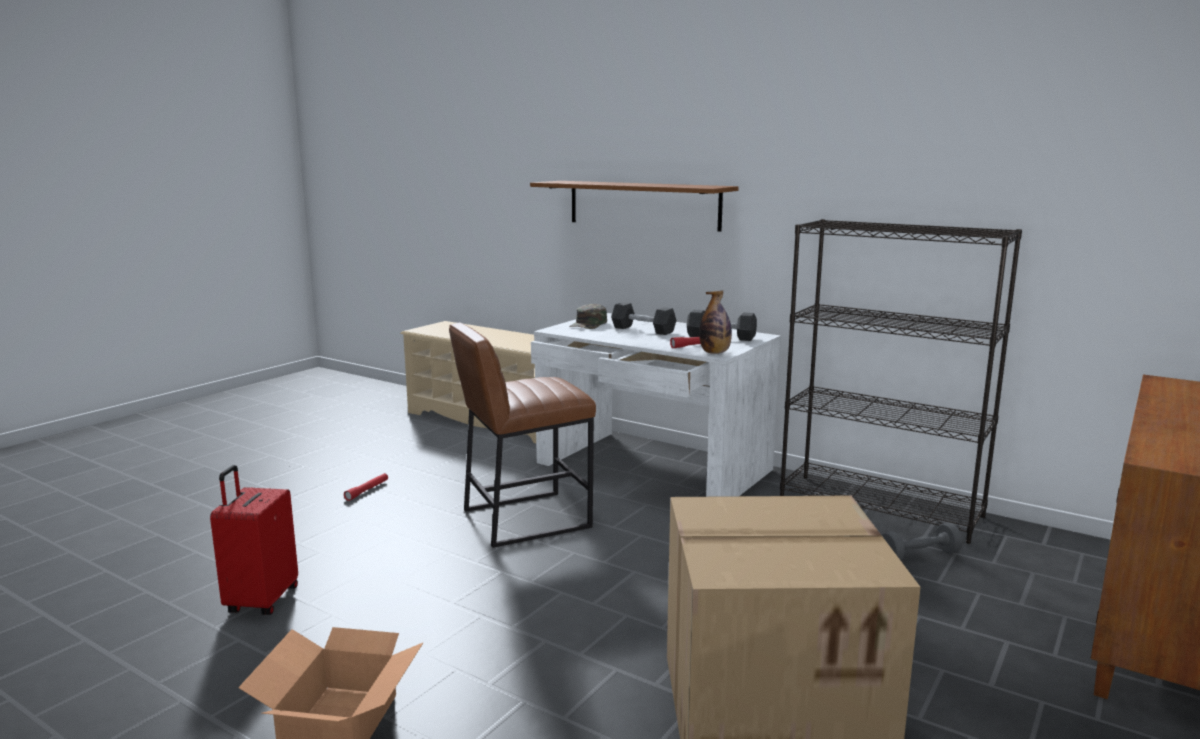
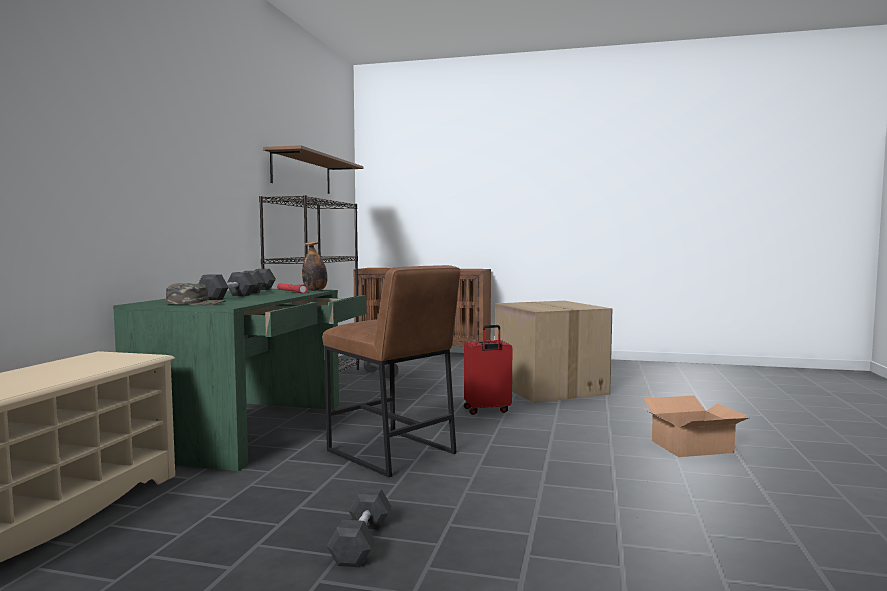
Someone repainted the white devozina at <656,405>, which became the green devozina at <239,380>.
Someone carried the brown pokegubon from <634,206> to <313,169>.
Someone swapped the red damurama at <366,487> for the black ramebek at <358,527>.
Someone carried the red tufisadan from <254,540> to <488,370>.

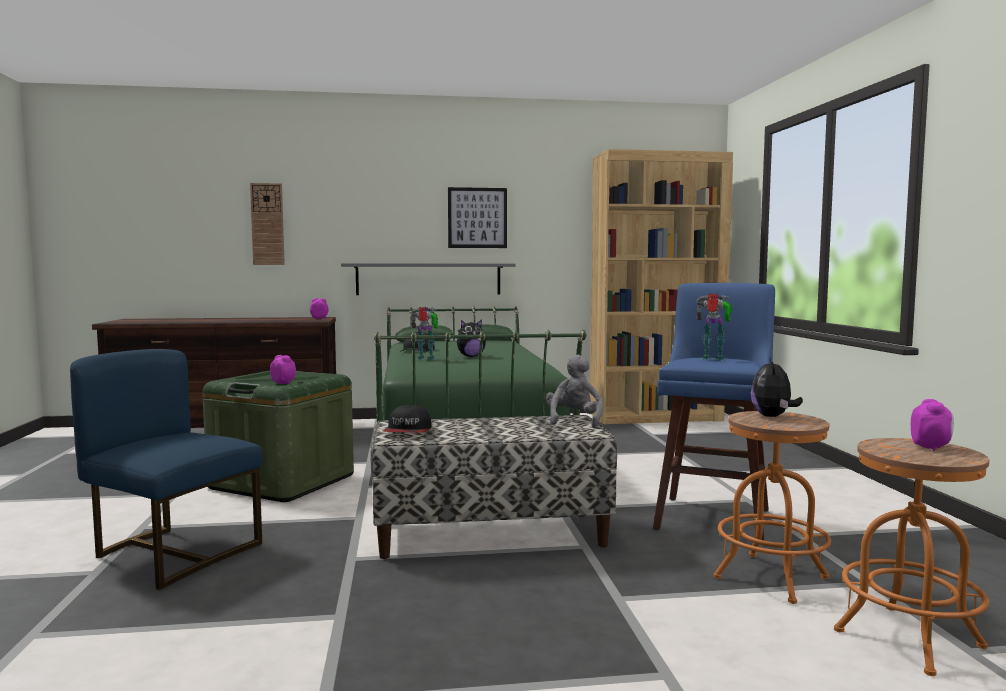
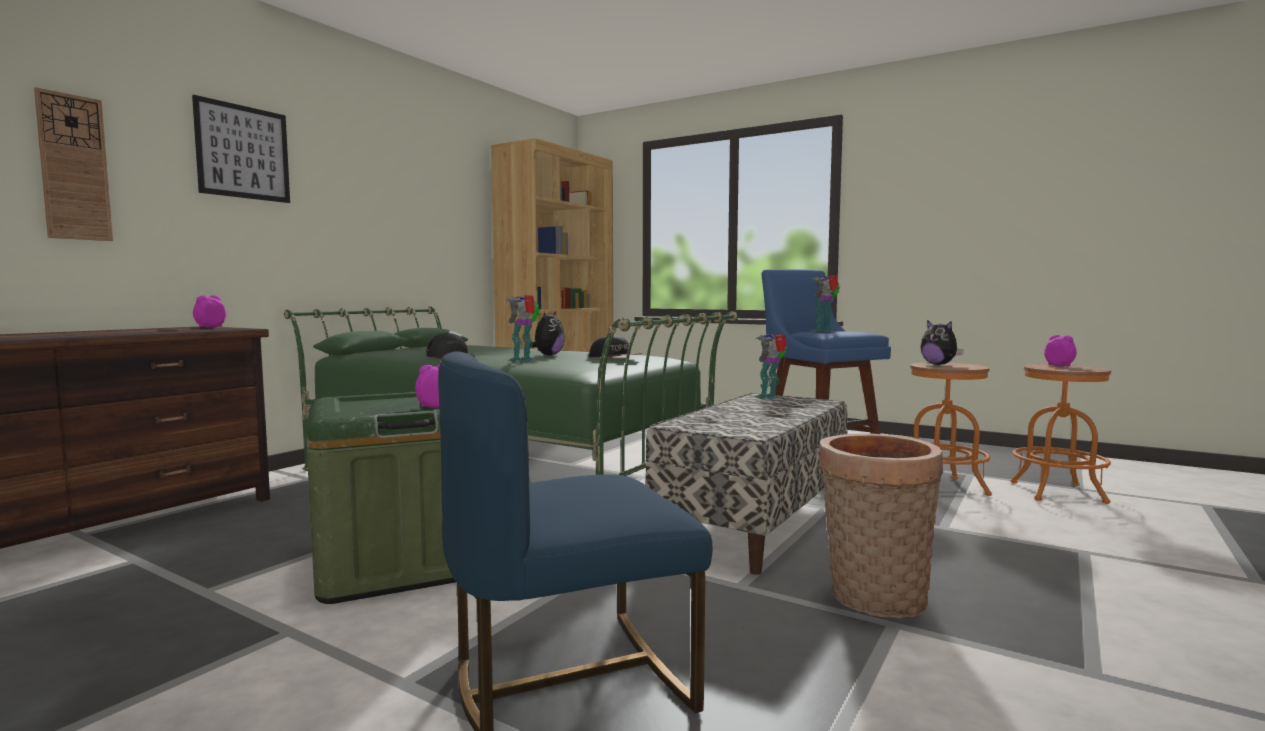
Someone carried the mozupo from <477,217> to <241,149>.
Someone carried the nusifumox from <407,418> to <615,346>.
Someone swapped the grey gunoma at <575,391> for the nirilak at <770,366>.
Someone put down the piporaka at <880,526>.
Someone took away the grey pokegubon at <428,279>.

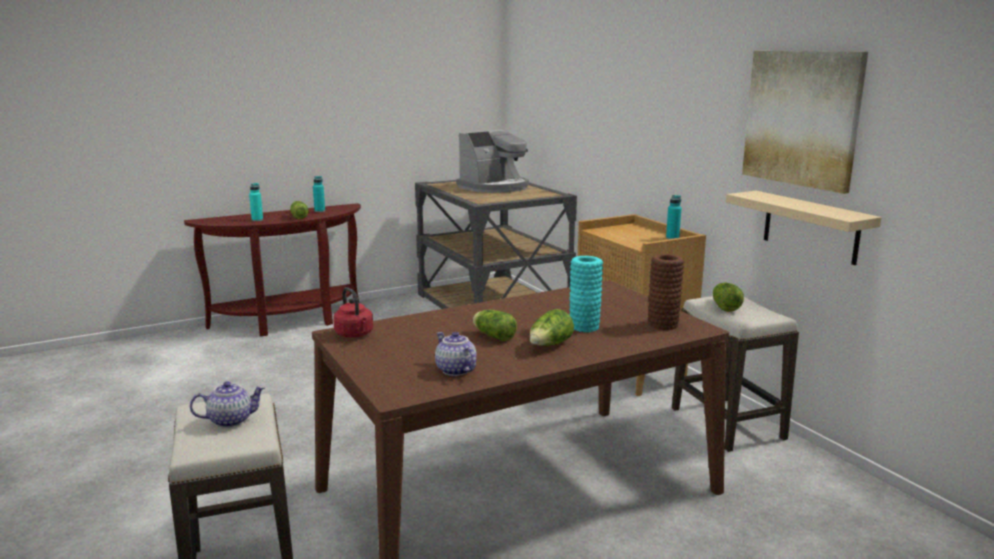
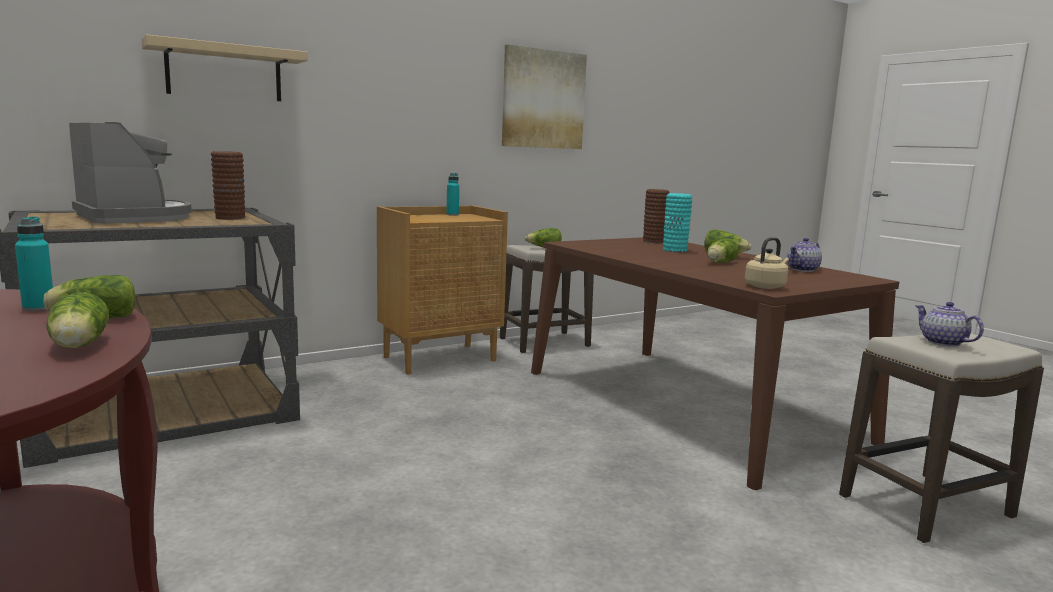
Someone swapped the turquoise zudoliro at <256,202> for the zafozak at <77,320>.
Someone carried the beige pokegubon from <804,228> to <224,67>.
Someone put down the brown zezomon at <228,185>.
Someone repainted the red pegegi at <353,312>, which became the beige pegegi at <767,263>.

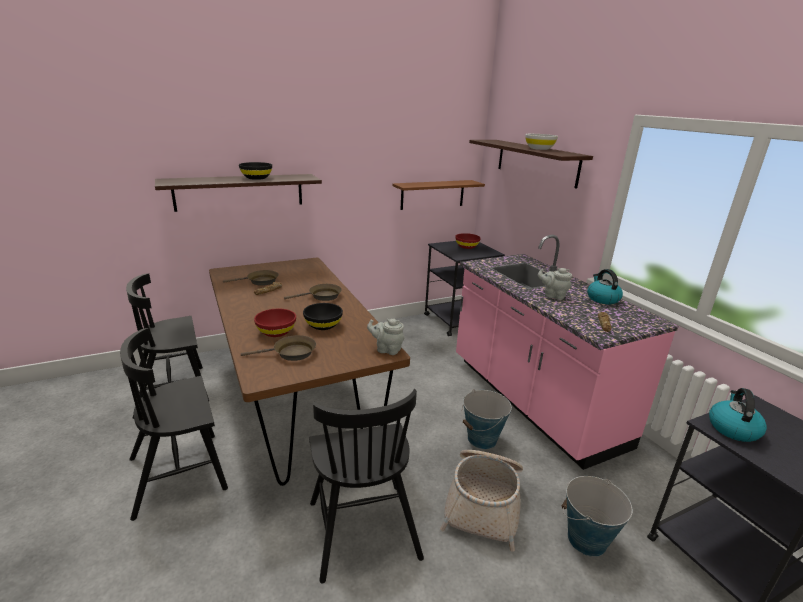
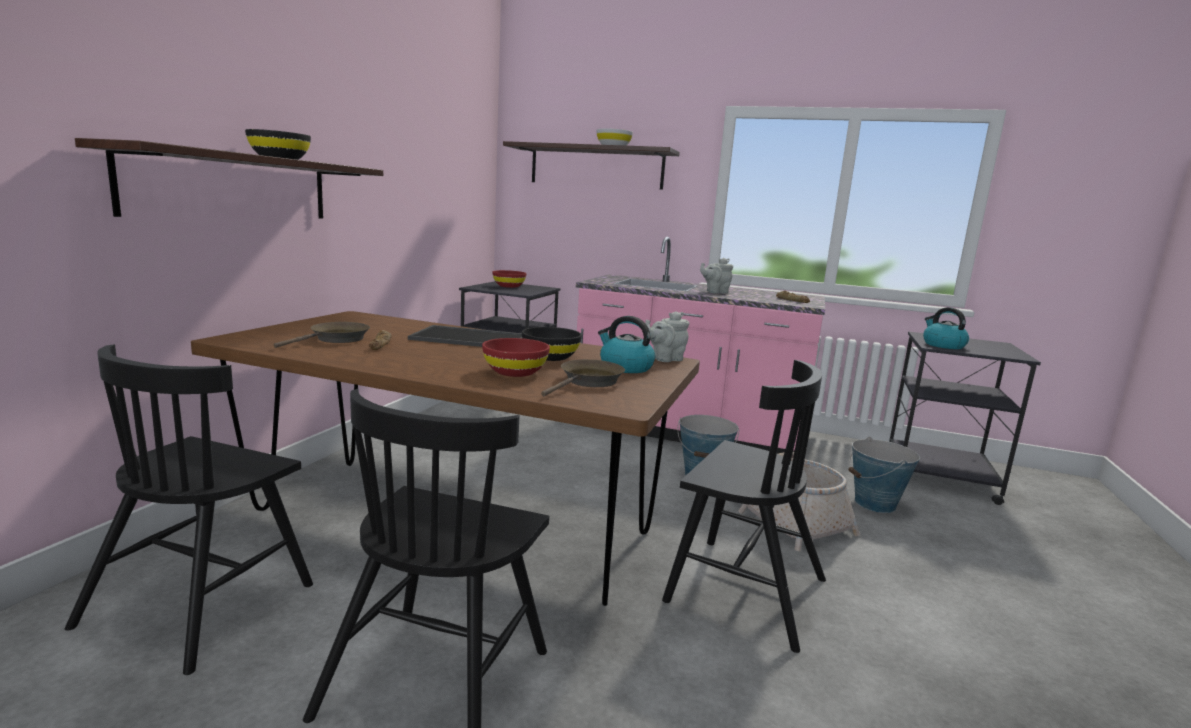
Someone swapped the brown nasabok at <313,292> for the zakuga at <465,336>.
Someone carried the pegegi from <605,286> to <626,344>.
Someone took away the brown pokegubon at <438,195>.

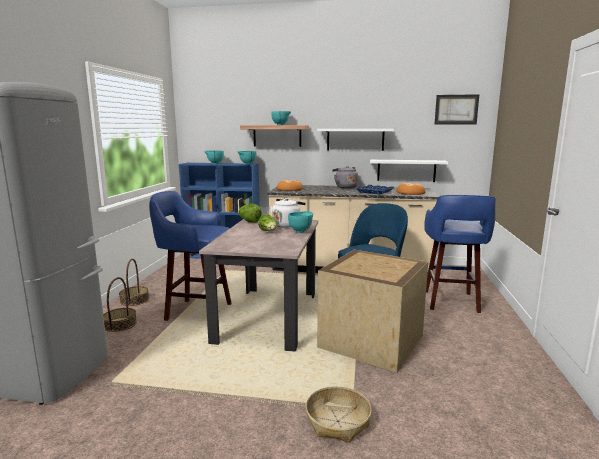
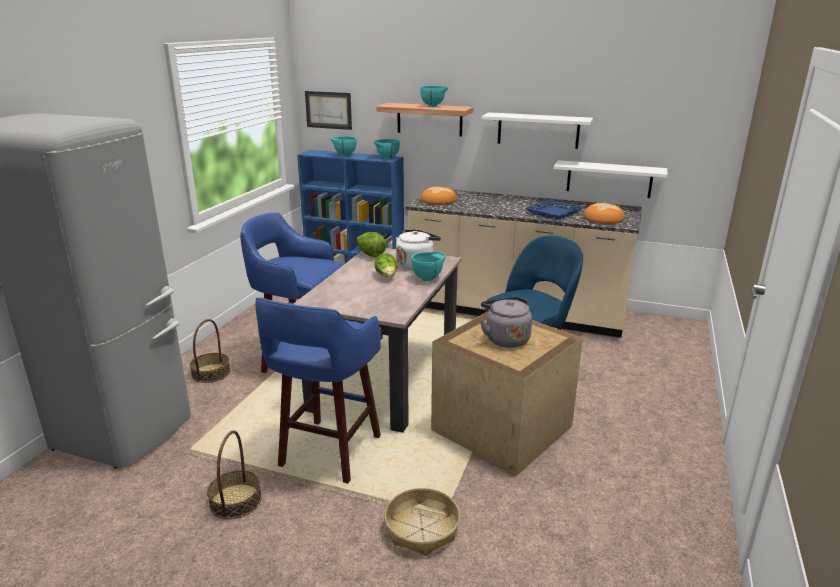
Someone carried the piporaka from <134,282> to <234,474>.
Someone carried the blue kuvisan from <460,254> to <319,390>.
Someone carried the mozupo from <457,109> to <328,110>.
Someone carried the grey pegegi from <345,177> to <506,322>.

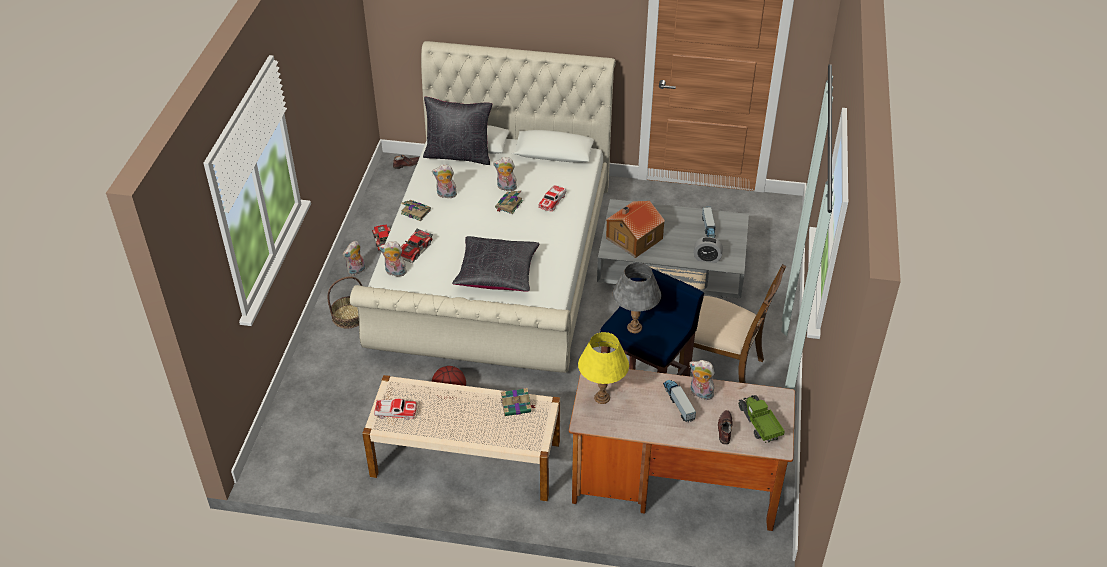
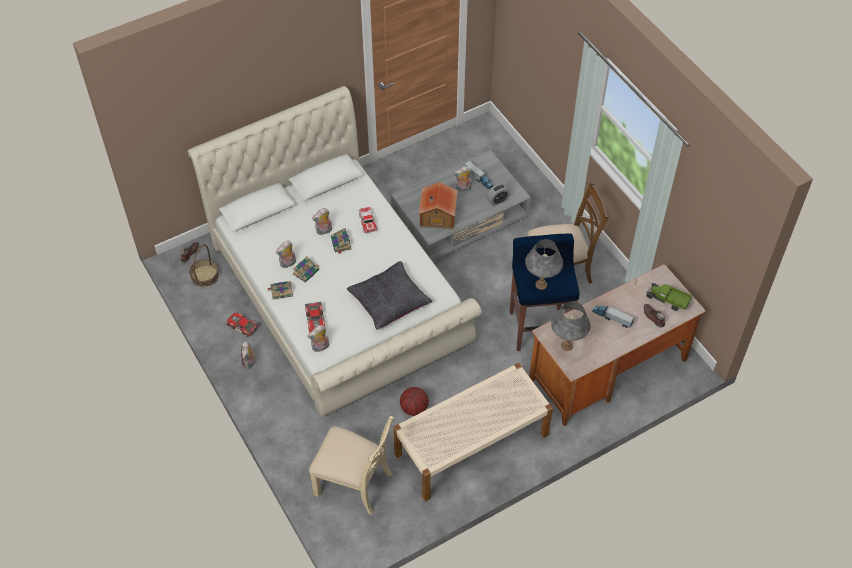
Someone carried the piporaka from <344,303> to <204,265>.
Someone carried the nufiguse from <518,402> to <306,269>.
Someone put down the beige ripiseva at <351,465>.
Someone carried the gunoma from <702,380> to <462,179>.
Someone repainted the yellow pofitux at <603,368>, which became the grey pofitux at <570,326>.
Someone took away the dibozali at <395,409>.
Someone took away the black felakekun at <457,131>.

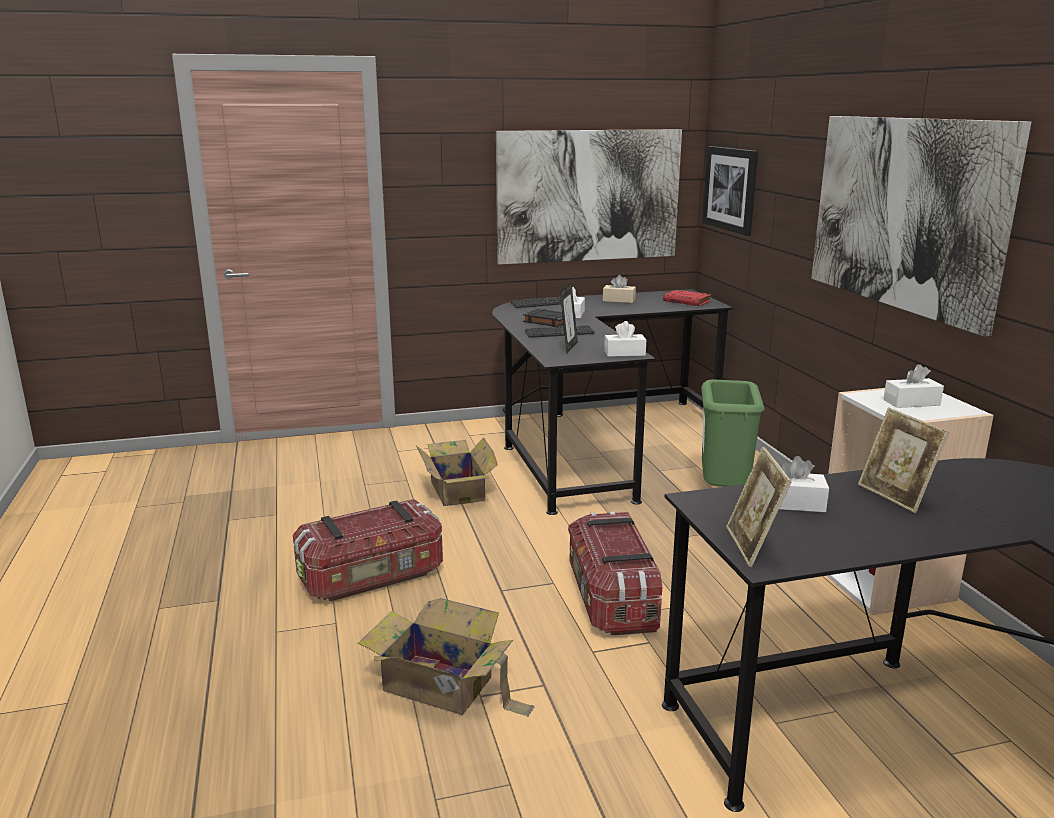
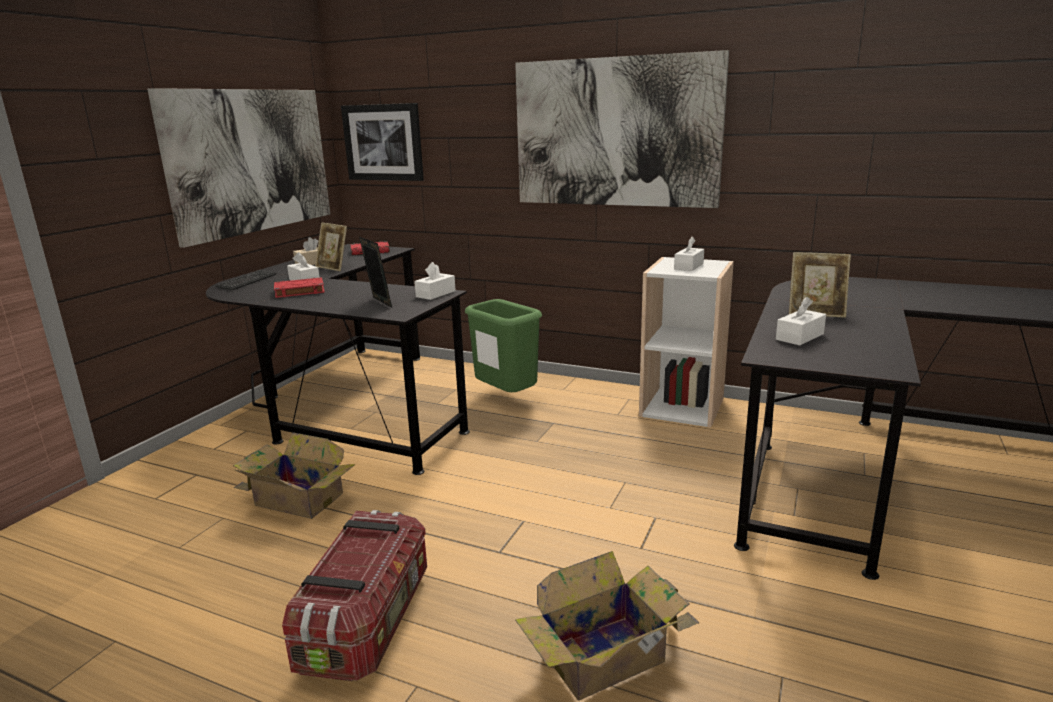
Someone repainted the black nufiguse at <543,318>, which became the red nufiguse at <299,287>.
Someone carried the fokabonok from <759,507> to <331,246>.
Someone took away the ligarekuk at <560,331>.
Someone took away the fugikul at <615,573>.

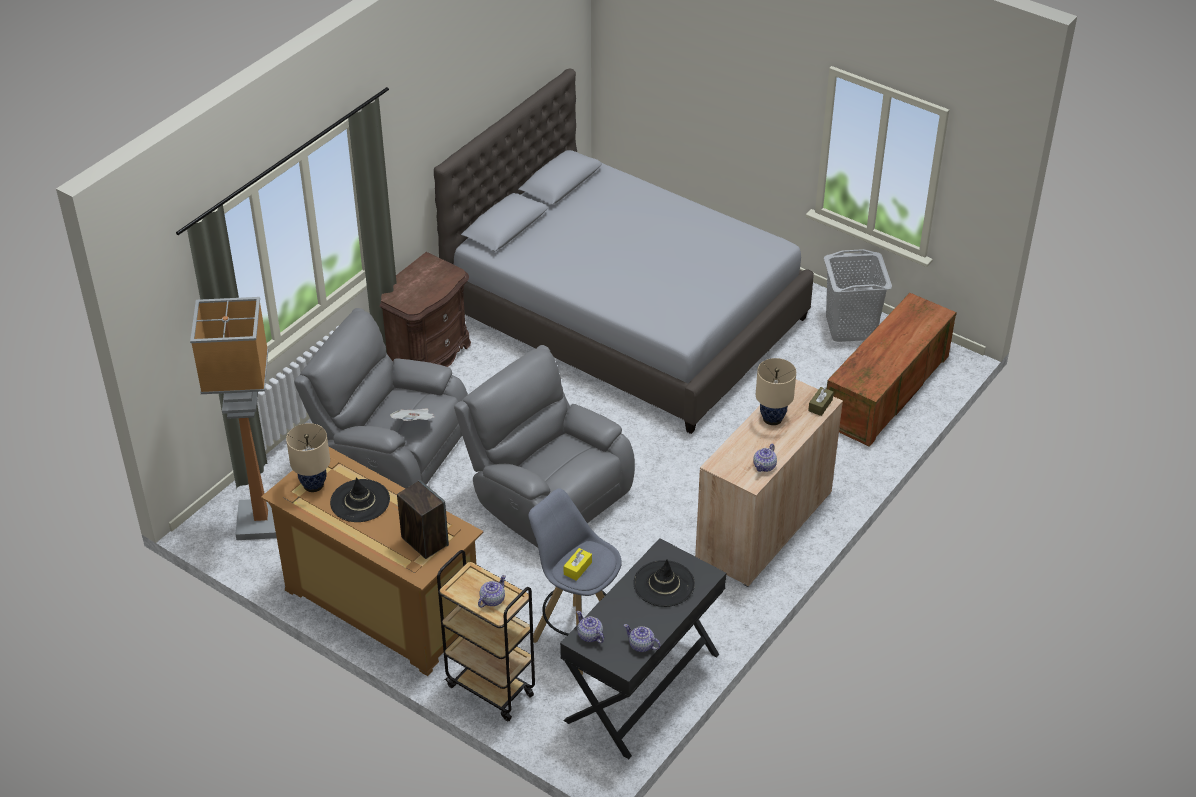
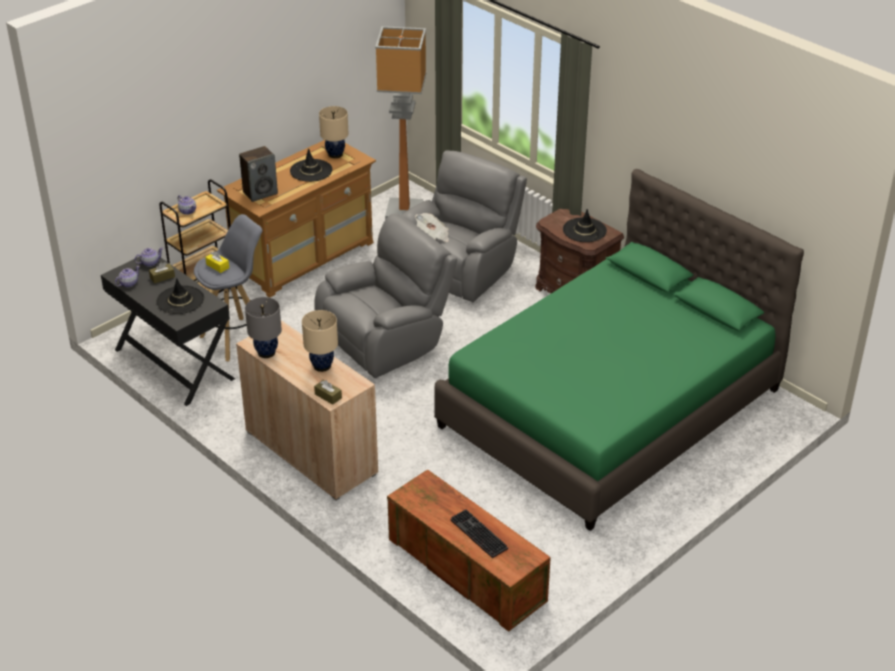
Someone put down the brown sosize at <162,273>.
Someone swapped the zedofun at <765,458> for the grey pofitux at <263,327>.
Someone repainted the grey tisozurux at <624,251>, which became the green tisozurux at <619,350>.
Someone put down the ligarekuk at <479,533>.
Someone put down the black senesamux at <585,225>.
Someone took away the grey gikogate at <858,295>.

